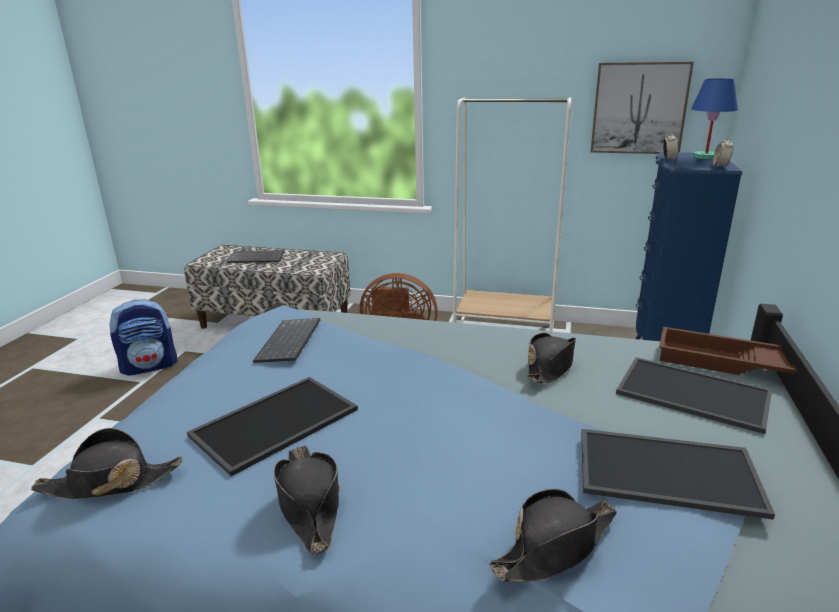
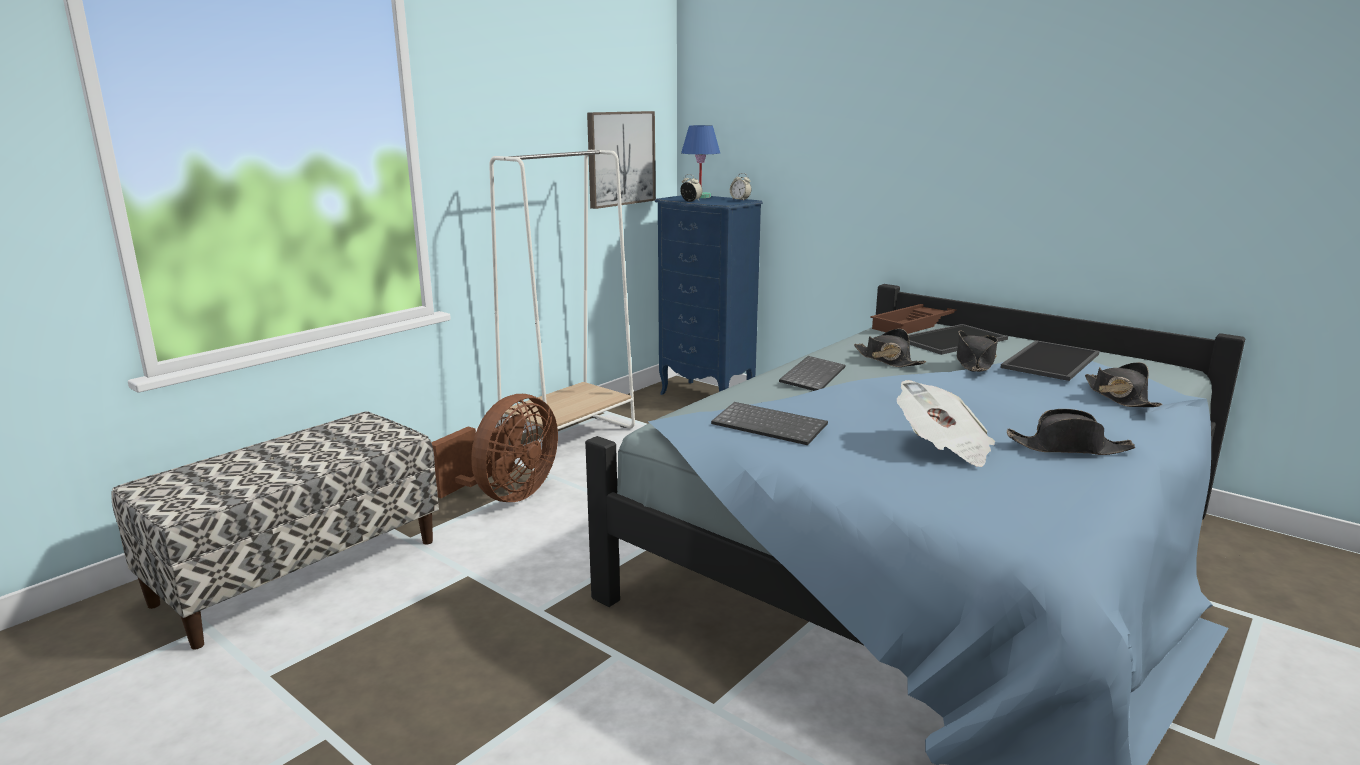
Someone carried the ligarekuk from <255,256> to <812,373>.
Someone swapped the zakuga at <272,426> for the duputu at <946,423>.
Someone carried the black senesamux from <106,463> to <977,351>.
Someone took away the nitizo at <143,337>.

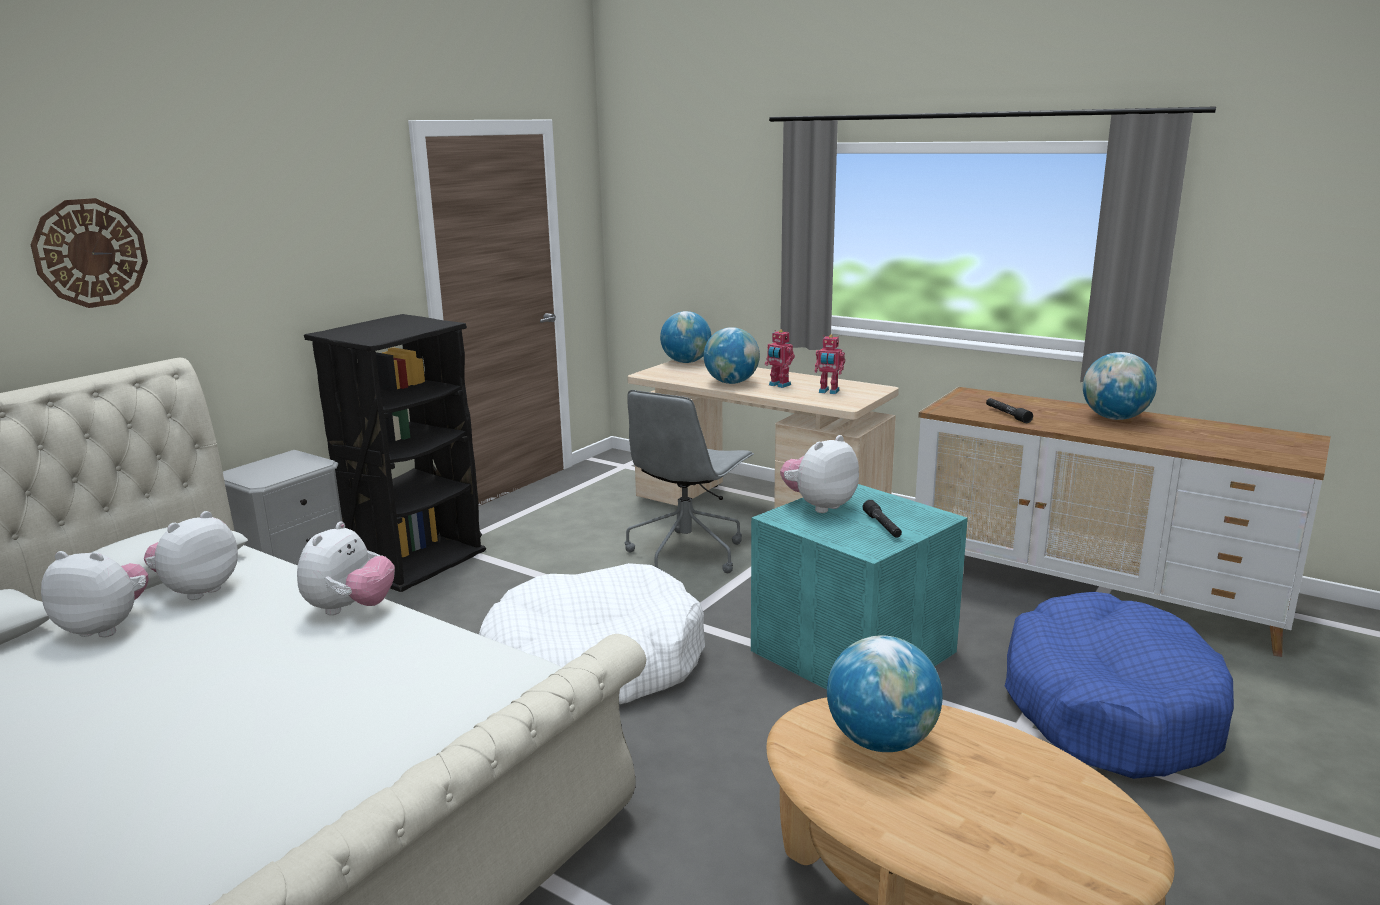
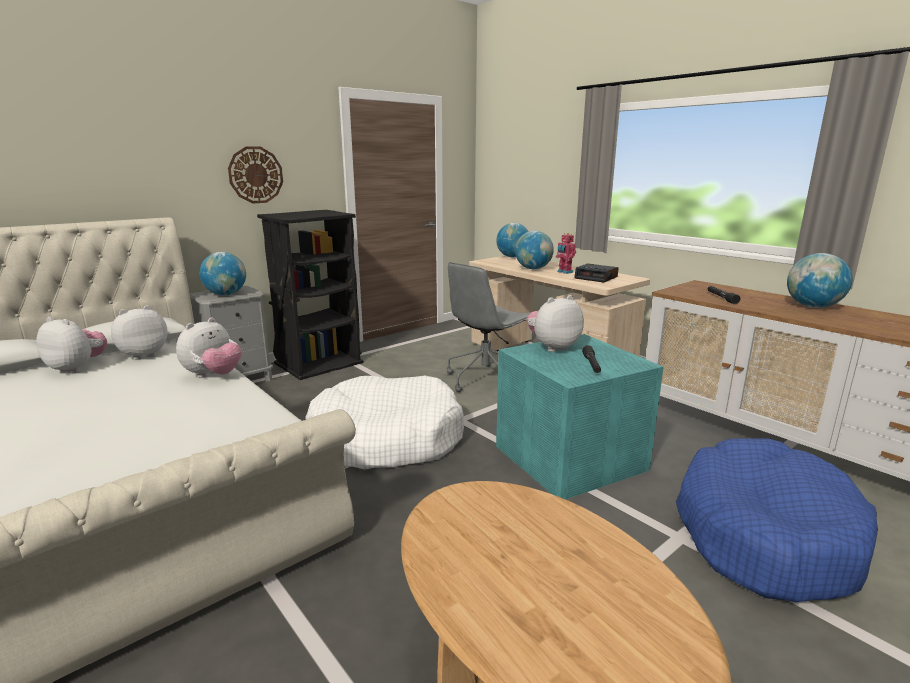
Someone carried the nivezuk from <884,693> to <222,273>.
Someone carried the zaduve from <89,253> to <255,174>.
Someone swapped the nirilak at <830,364> for the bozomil at <596,273>.

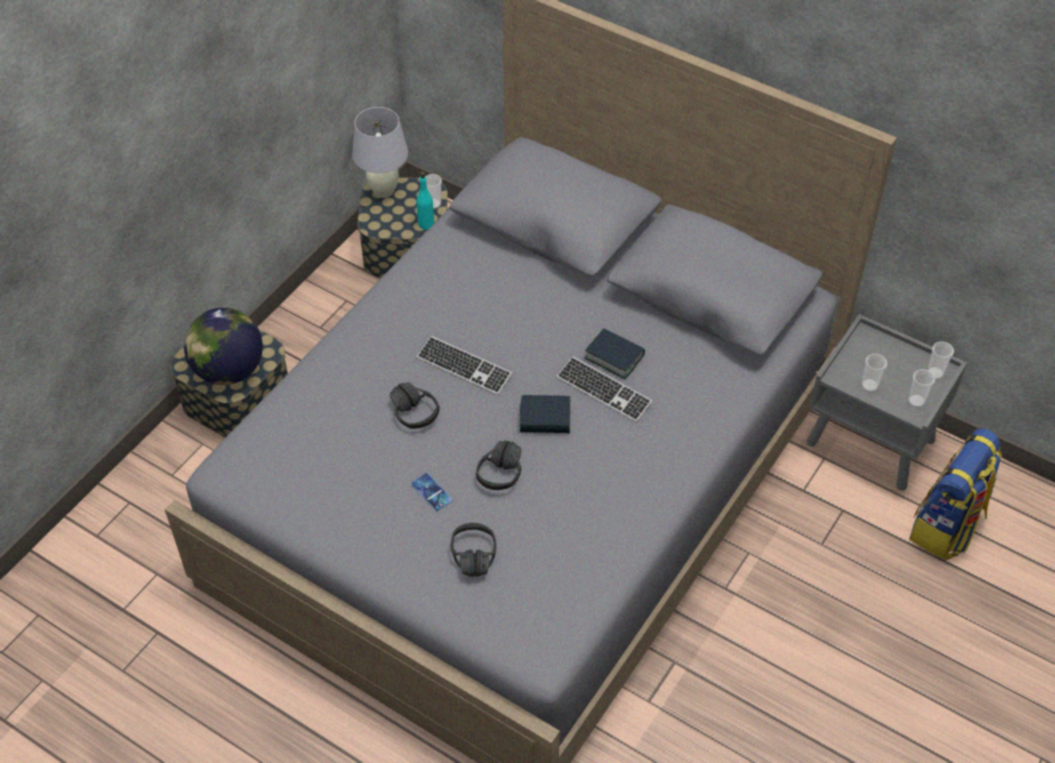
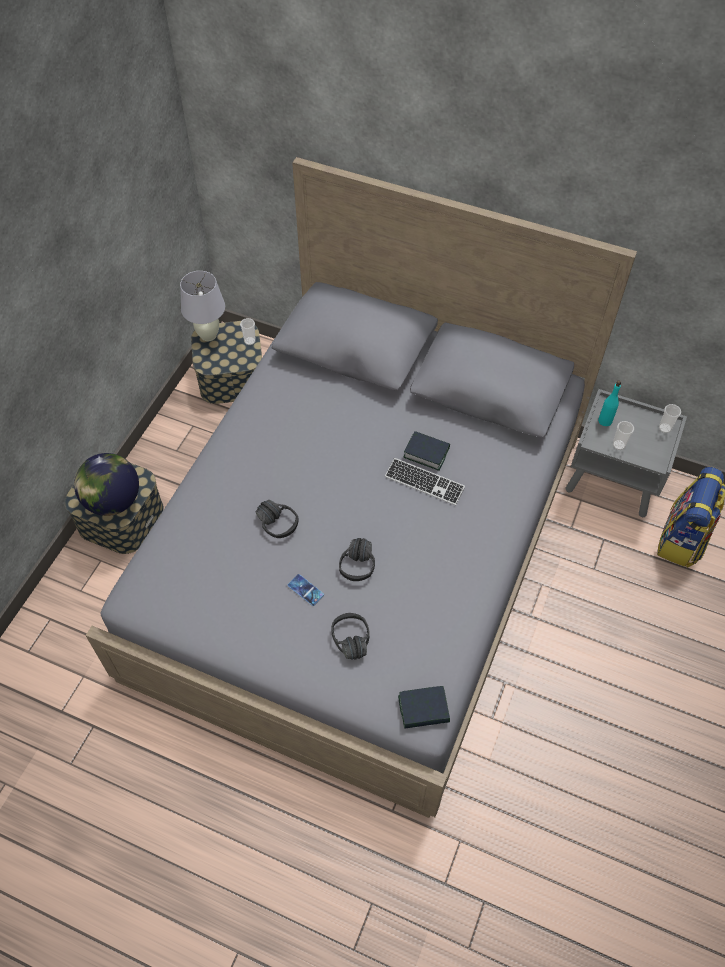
Someone carried the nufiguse from <545,414> to <424,707>.
Someone carried the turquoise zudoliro from <425,201> to <609,403>.
Someone took away the ligarekuk at <464,365>.
Someone took away the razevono at <921,388>.

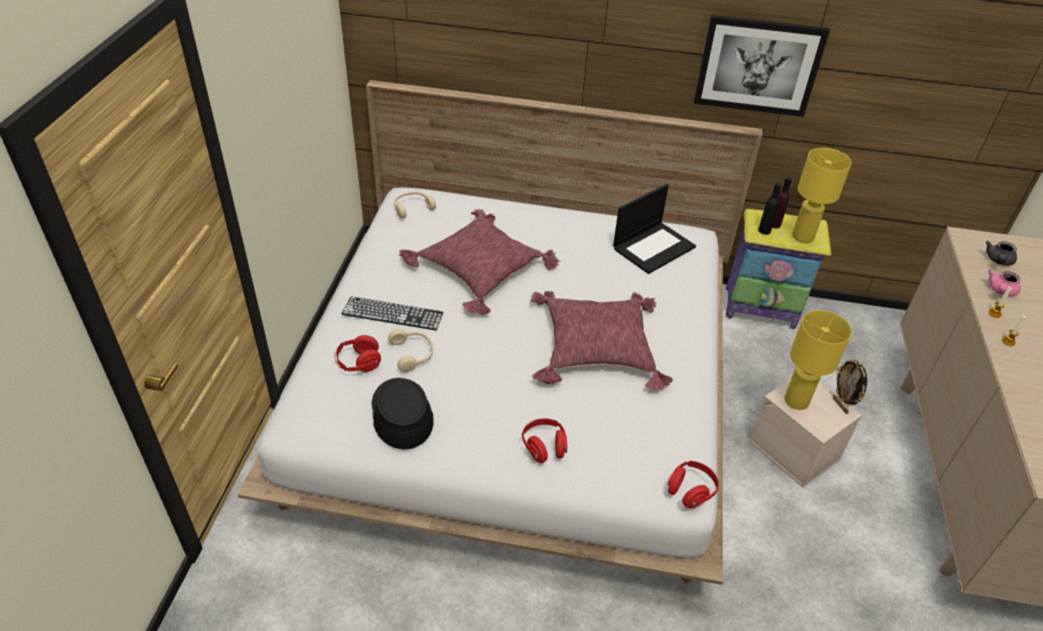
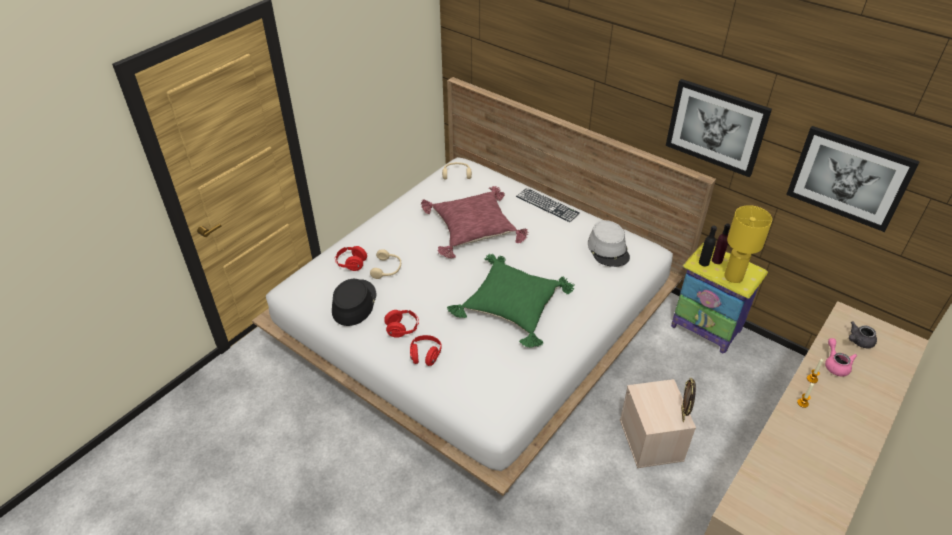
Someone carried the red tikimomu from <693,484> to <401,324>.
Someone repainted the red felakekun at <602,340>, which became the green felakekun at <510,301>.
Someone carried the ligarekuk from <392,313> to <548,205>.
Someone swapped the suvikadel at <654,229> for the grey senesamux at <609,243>.
Someone put up the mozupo at <853,179>.
Someone rotated the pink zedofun at <1004,283> by 105 degrees clockwise.
Someone took away the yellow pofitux at <818,360>.

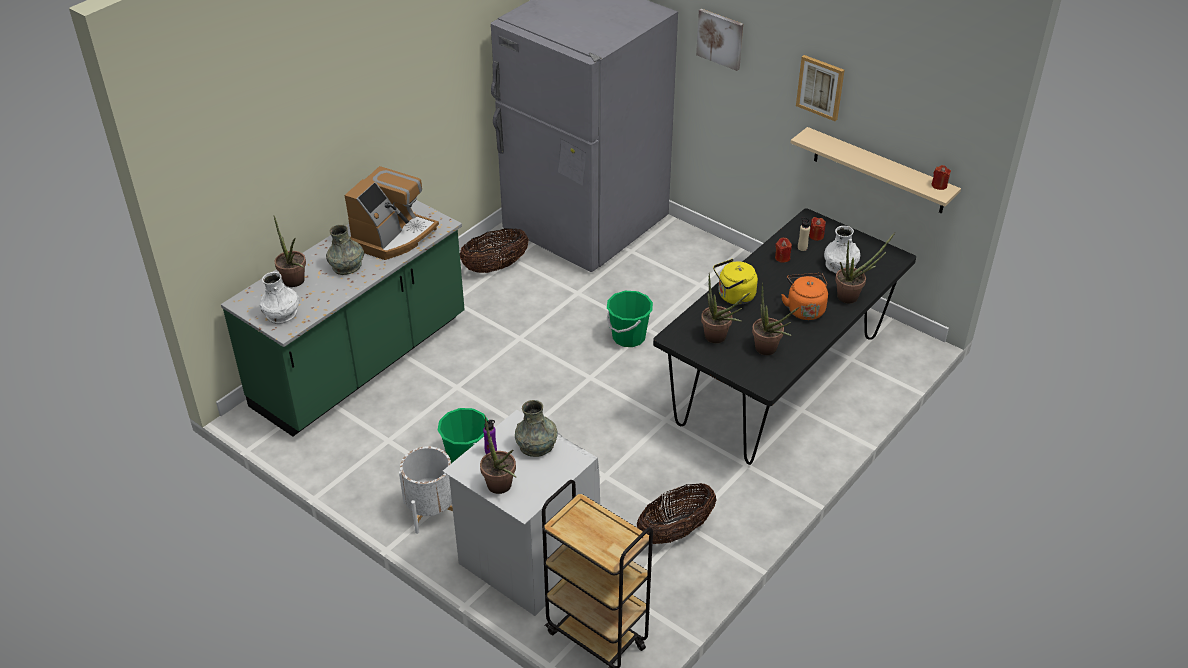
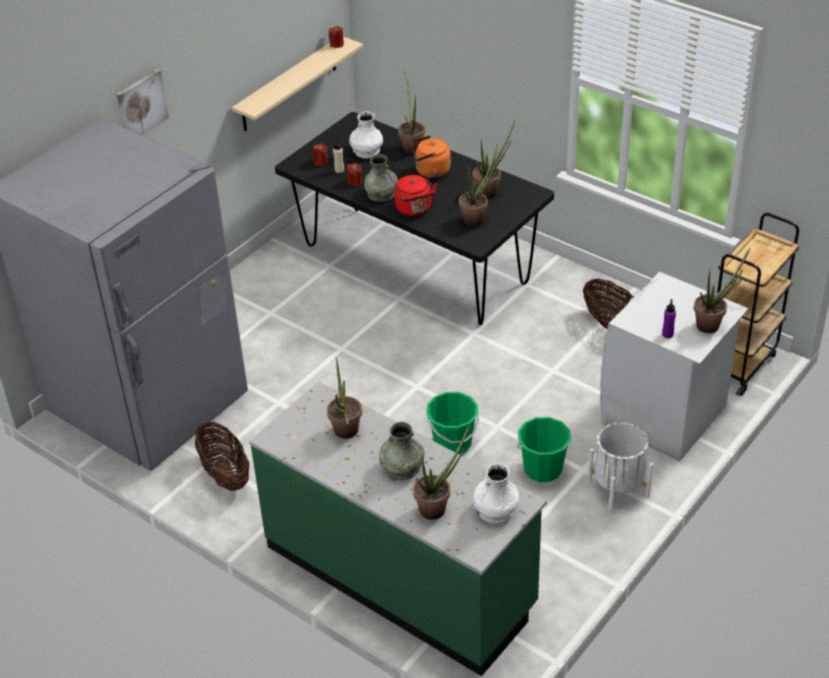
Someone swapped the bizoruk at <392,213> for the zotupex at <344,398>.
Someone carried the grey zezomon from <536,428> to <381,178>.
Someone repainted the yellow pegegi at <735,282>, which became the red pegegi at <416,195>.
Someone carried the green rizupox from <630,319> to <452,423>.
Someone took away the mozupo at <820,88>.

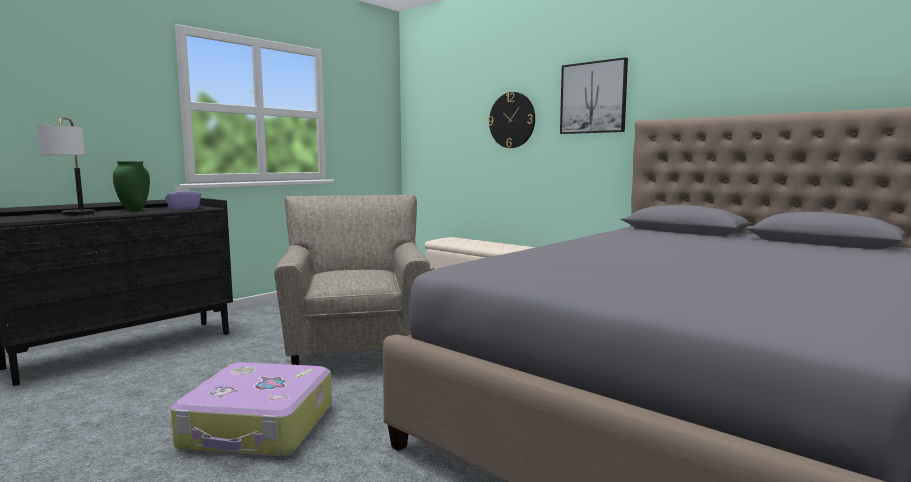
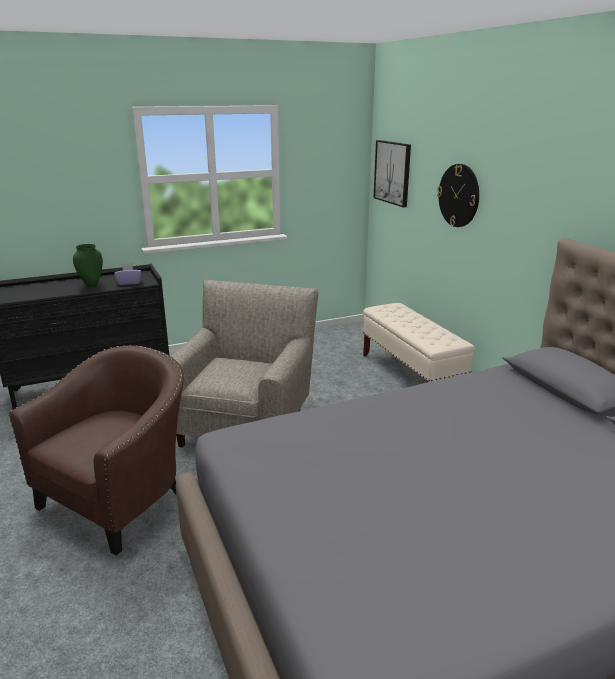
Someone swapped the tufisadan at <251,409> for the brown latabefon at <96,450>.
Someone carried the mozupo from <594,95> to <392,173>.
Someone took away the pofitux at <66,166>.

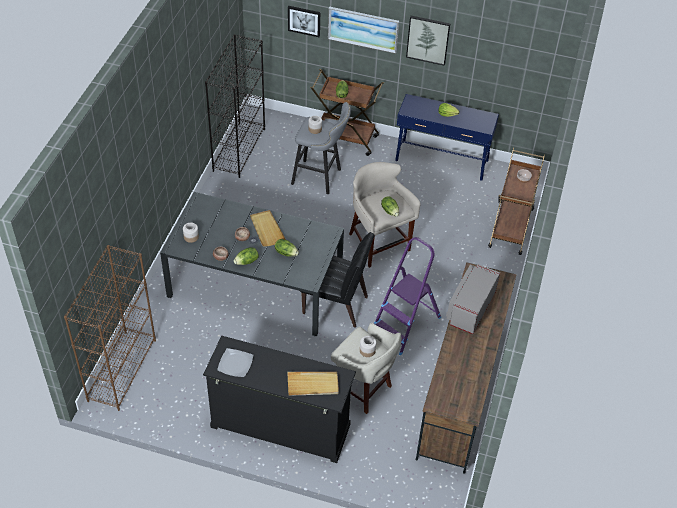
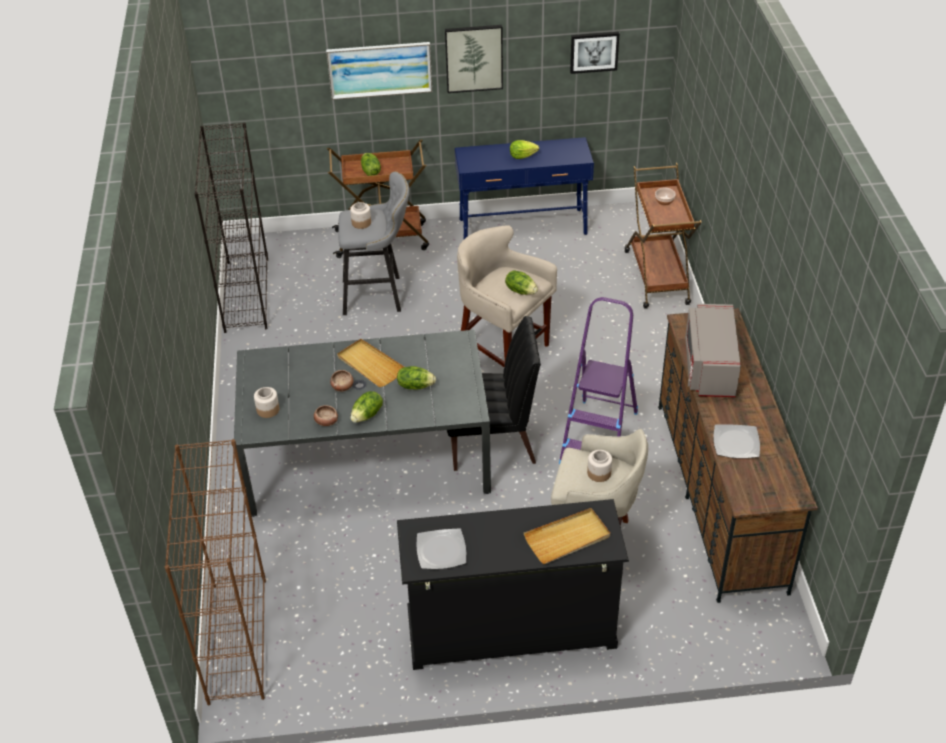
Someone carried the mozupo from <304,21> to <595,53>.
Someone put down the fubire at <737,441>.

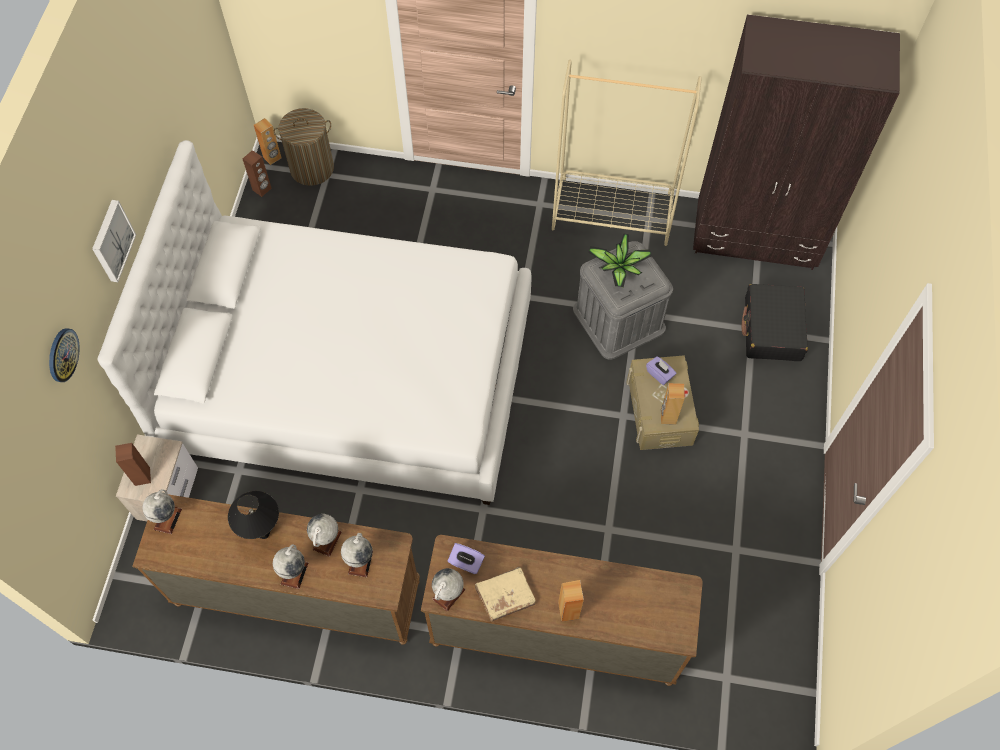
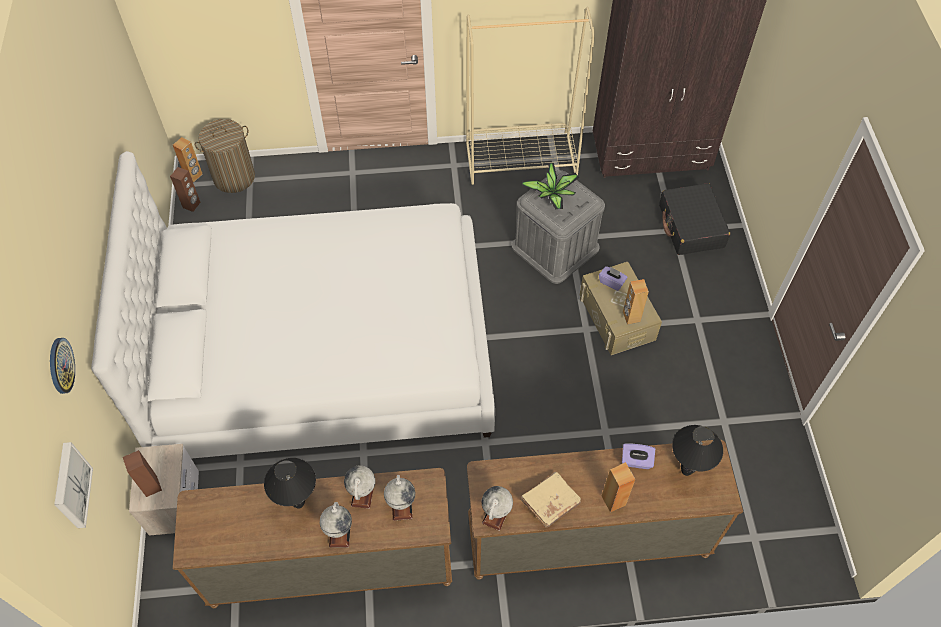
Someone carried the mozupo from <114,241> to <73,485>.
Someone carried the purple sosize from <466,558> to <638,456>.
Someone put down the black pofitux at <697,450>.
Someone took away the nivezuk at <162,511>.

